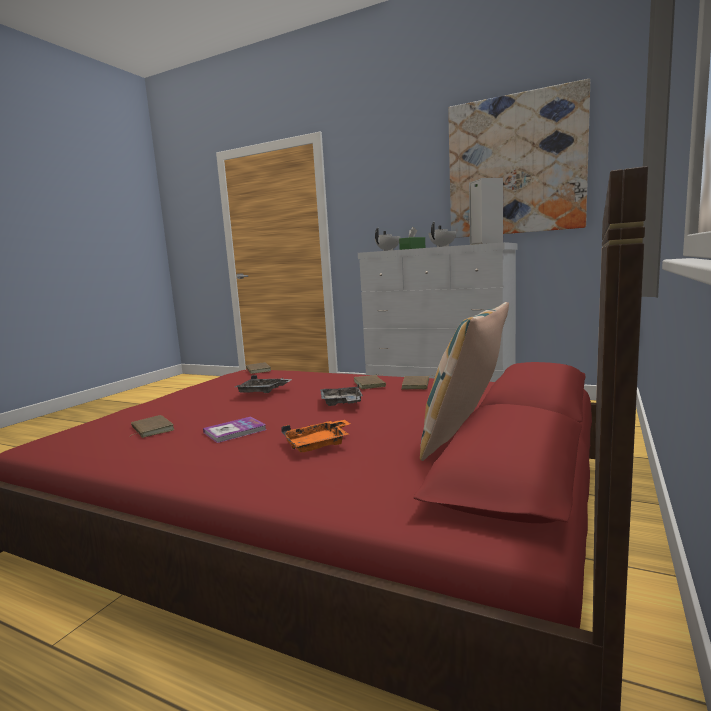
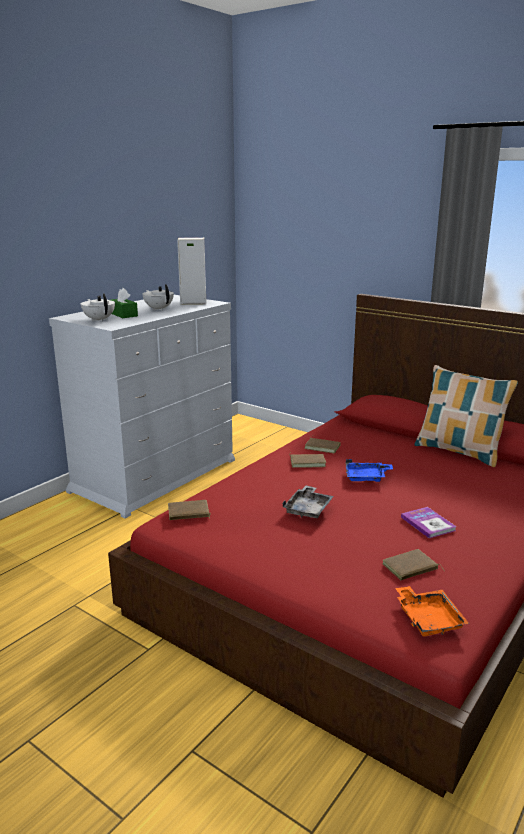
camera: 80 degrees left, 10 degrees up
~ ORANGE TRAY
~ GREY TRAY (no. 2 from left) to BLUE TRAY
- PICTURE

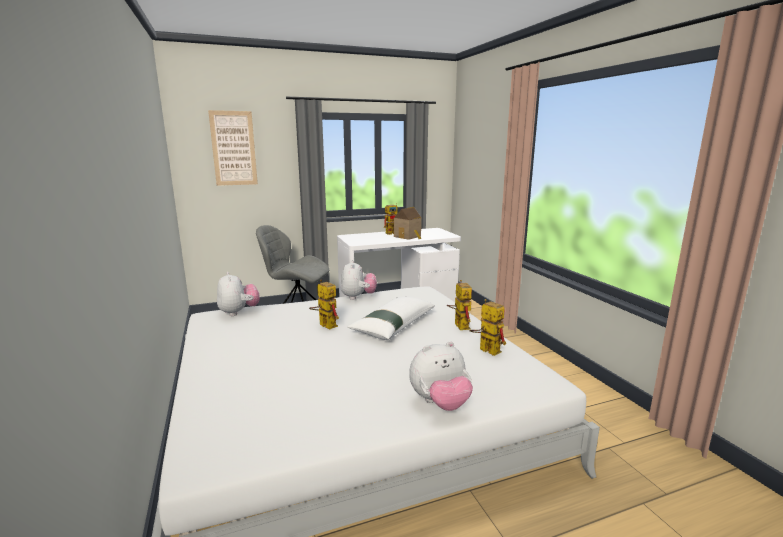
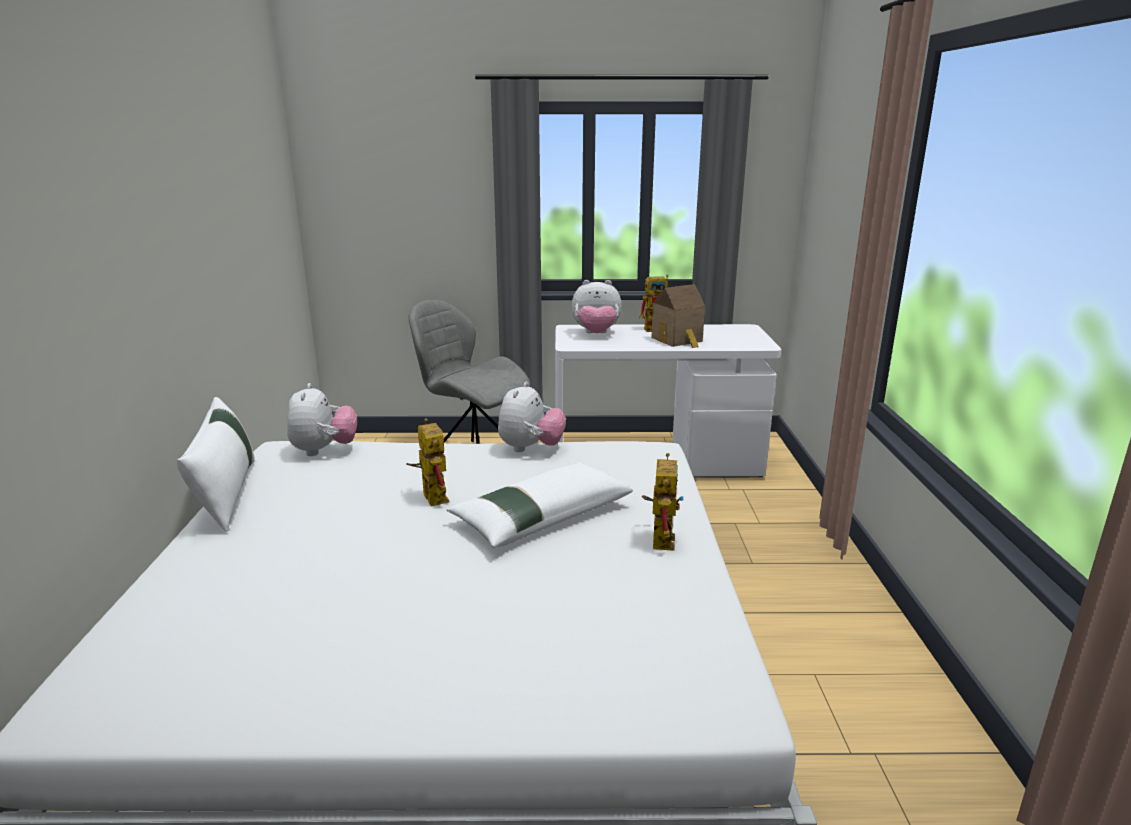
camera: 20 degrees right, 5 degrees up
- PICTURE
~ PLUSH TOY (no. 3 from left)
- TOY ROBOT (no. 4 from left)
+ WHITE PILLOW (no. 1 from left)

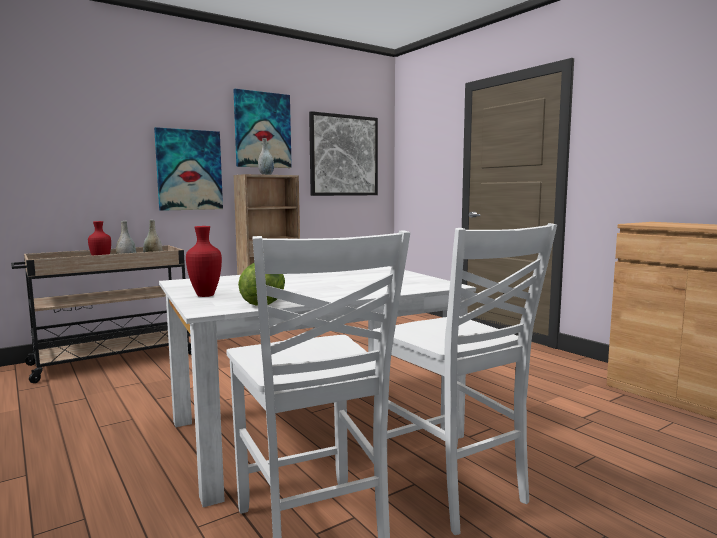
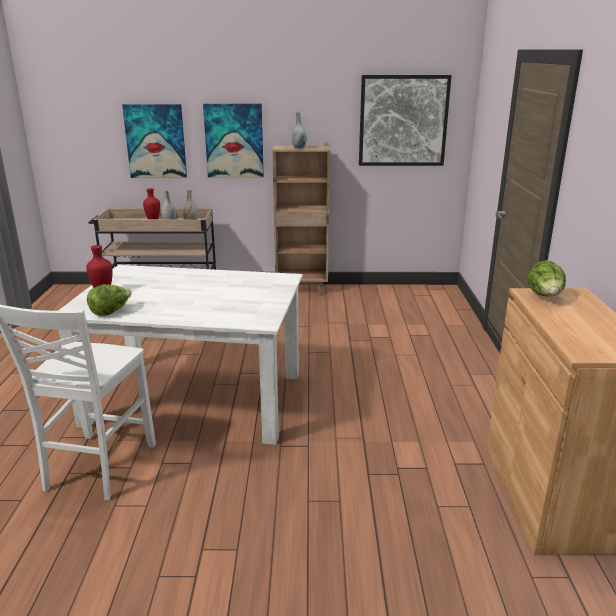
camera: 35 degrees right, 15 degrees up
~ PICTURE (no. 2 from left in the first image) to PICTURE (no. 1 from left)
- WHITE CHAIR (no. 2 from left)
+ LETTUCE (no. 2 from left)

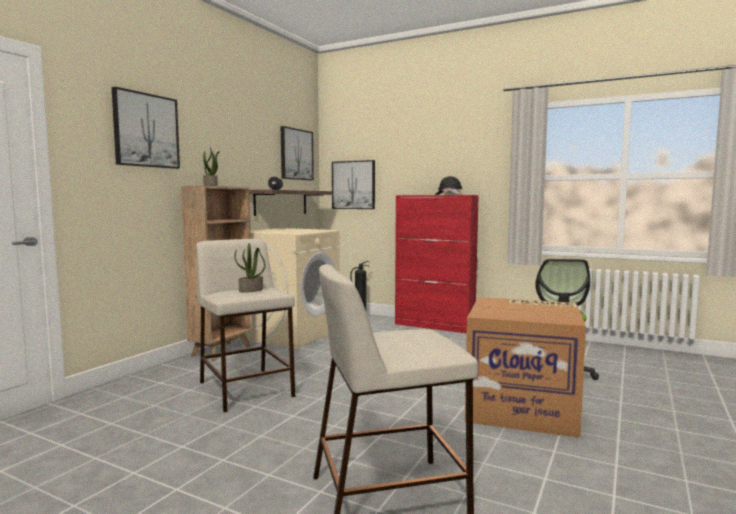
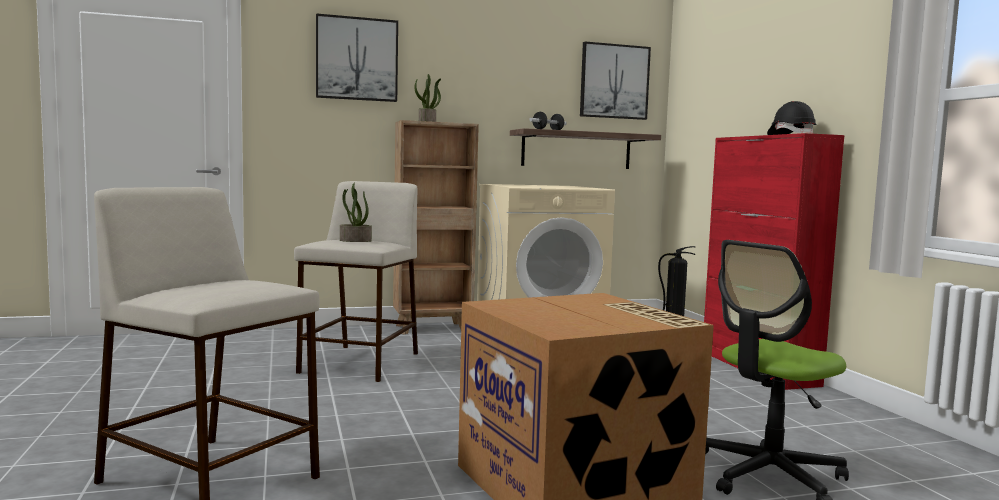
camera: 45 degrees right, 0 degrees up
- PICTURE (no. 3 from left)

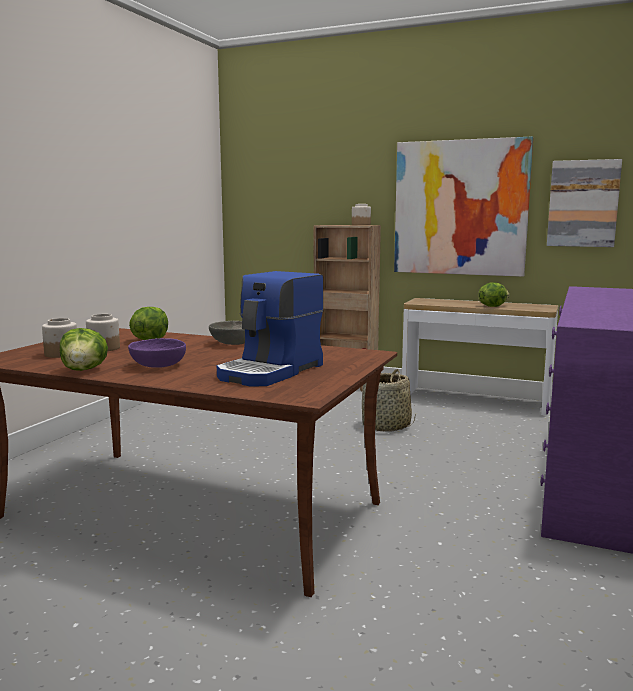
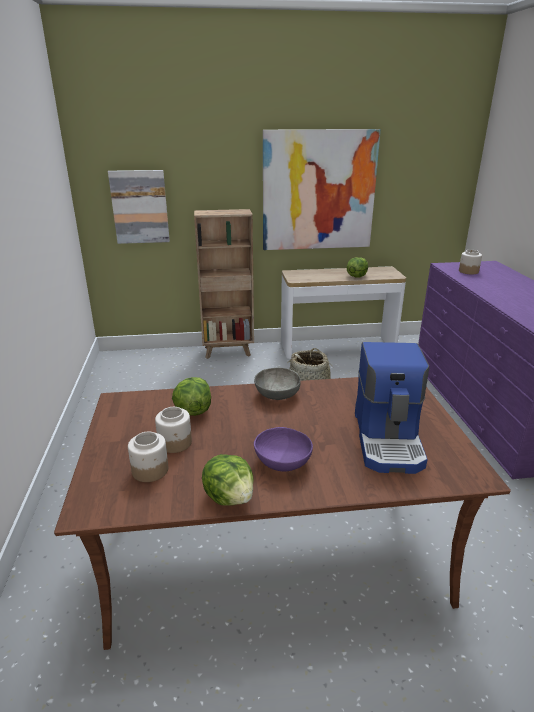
camera: 30 degrees left, 15 degrees up
~ JAR (no. 3 from left)
~ PICTURE (no. 2 from left in the first image) to PICTURE (no. 1 from left)

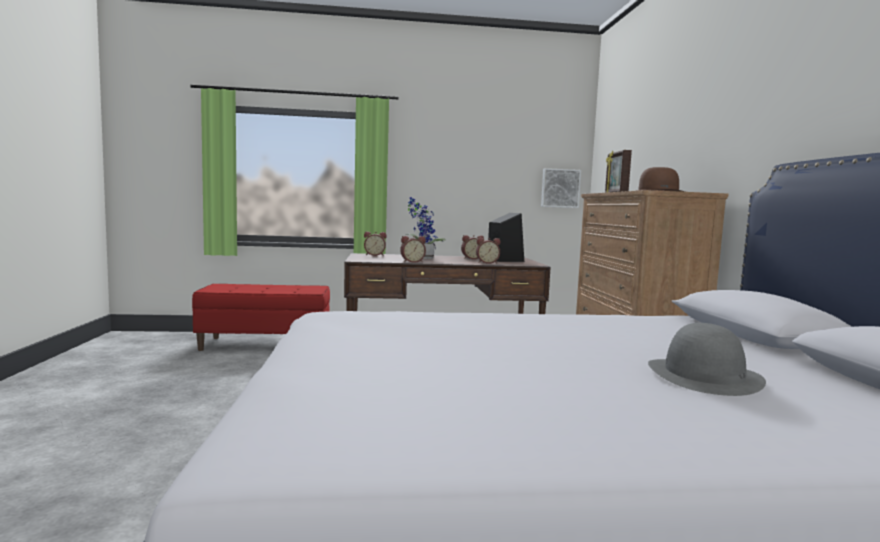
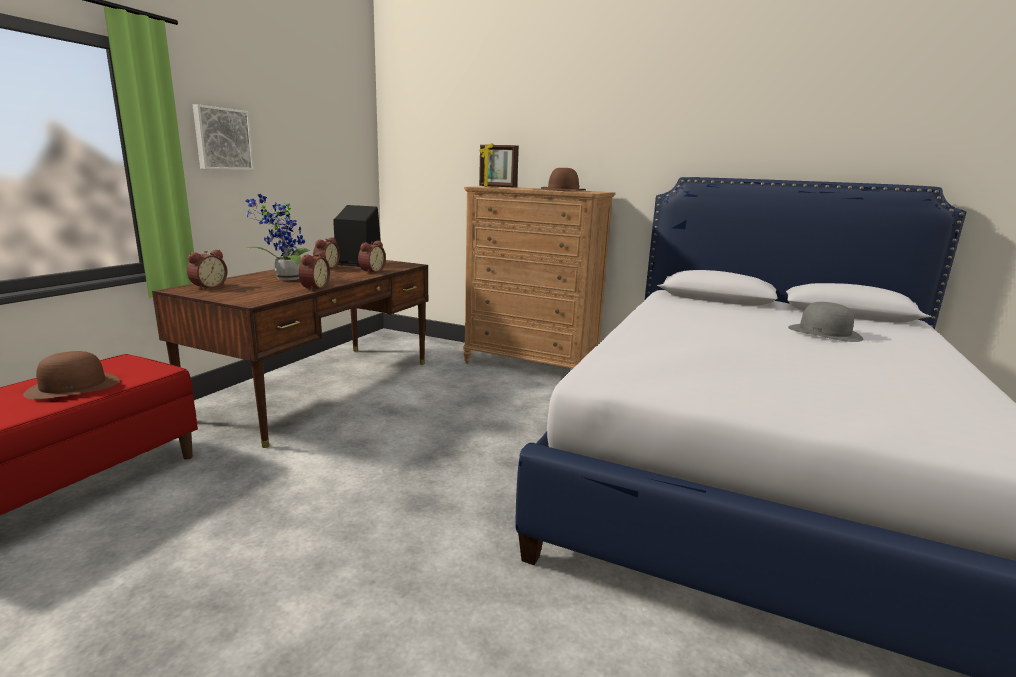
camera: 60 degrees left, 10 degrees up
~ PICTURE
+ BROWN HAT (no. 1 from left)

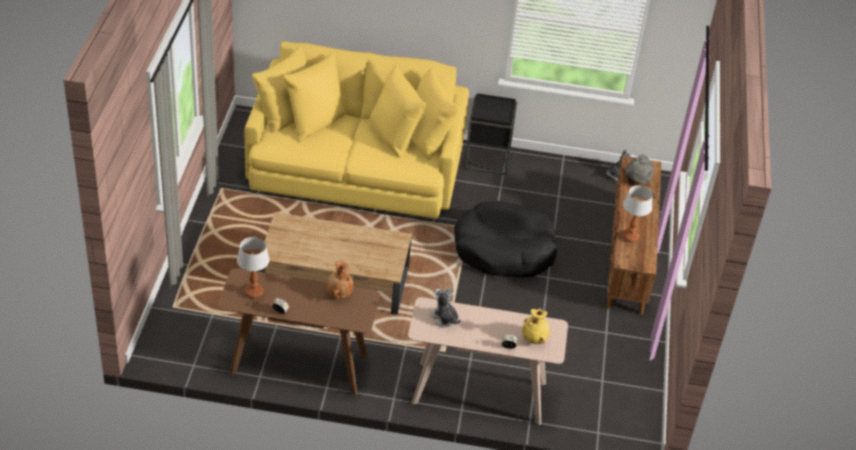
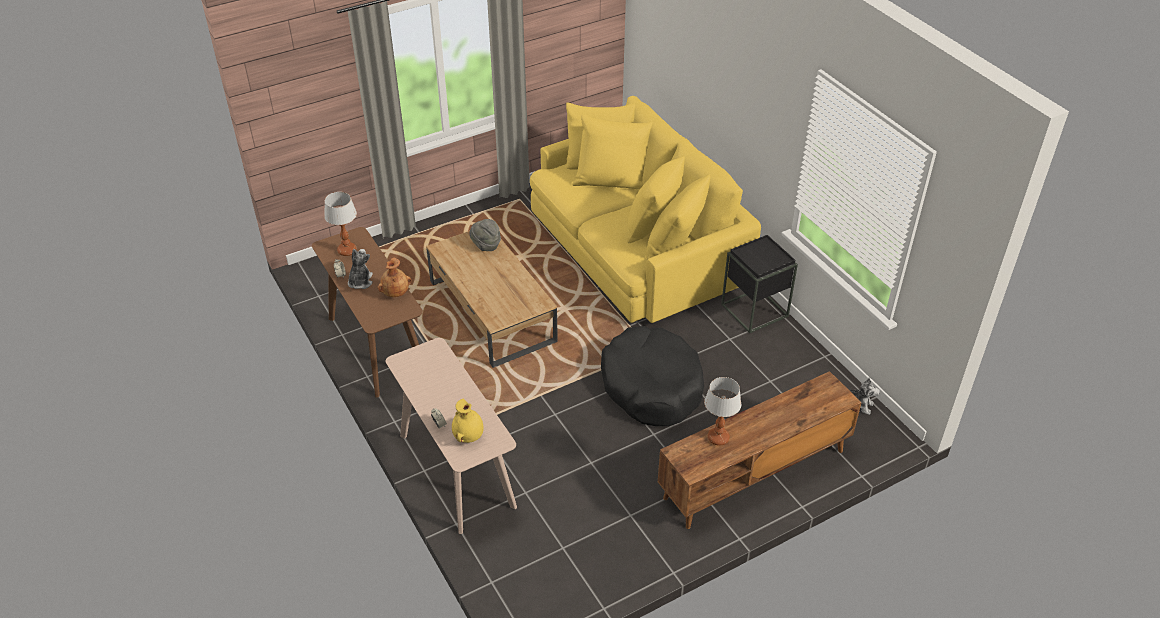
camera: 55 degrees right, 0 degrees up
~ PLUSH TOY (no. 1 from left)
~ GREY HAT

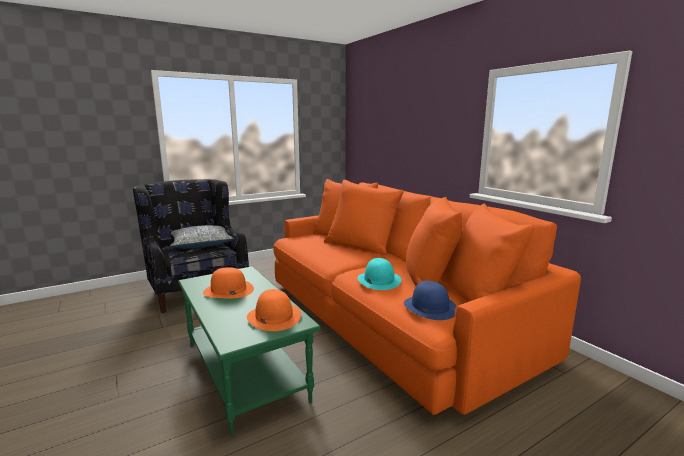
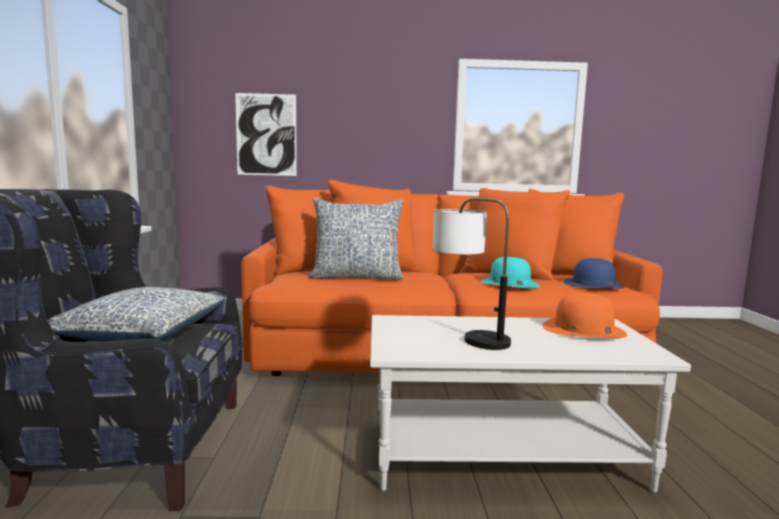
camera: 60 degrees left, 5 degrees down
~ GREEN COFFEE TABLE to WHITE COFFEE TABLE
~ ORANGE HAT (no. 1 from left) to TABLE LAMP
+ PICTURE
+ PILLOW (no. 2 from left)

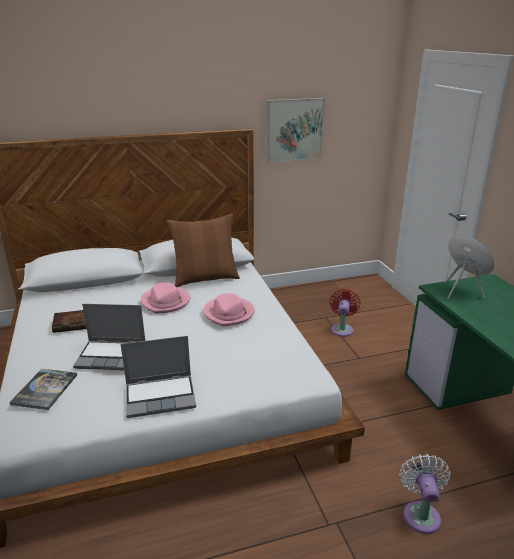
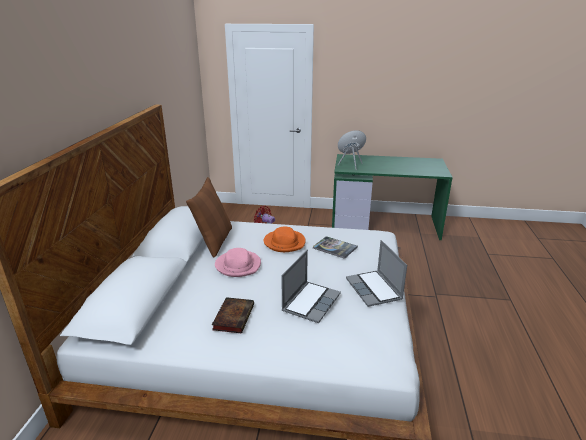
camera: 65 degrees left, 0 degrees up
~ BOOK (no. 1 from left in the first image) to BOOK (no. 2 from left)
~ LAPTOP (no. 2 from left) 150 degrees clockwise
~ PINK HAT (no. 2 from left) to ORANGE HAT
- PICTURE
- WHITE FAN

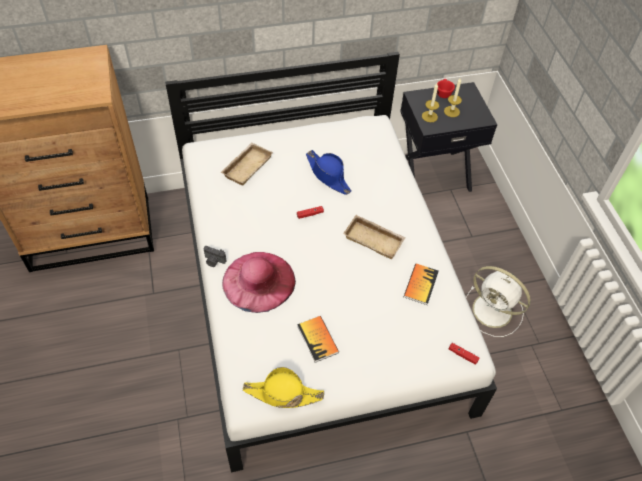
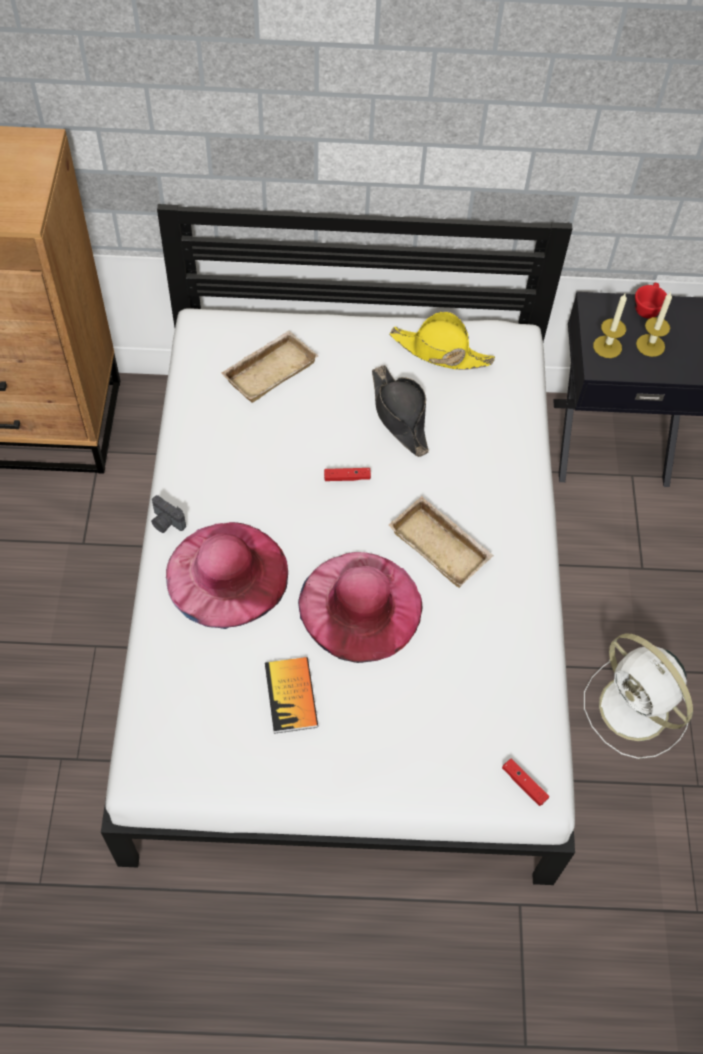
camera: 15 degrees right, 5 degrees up
~ YELLOW HAT
~ BLUE HAT to BLACK HAT
- BOOK (no. 2 from left)
+ PINK HAT (no. 2 from left)

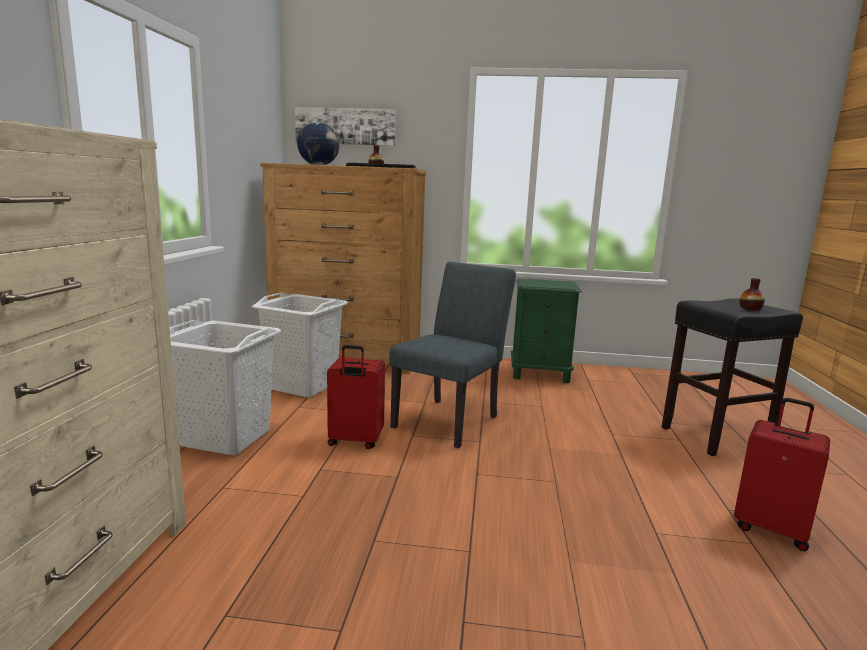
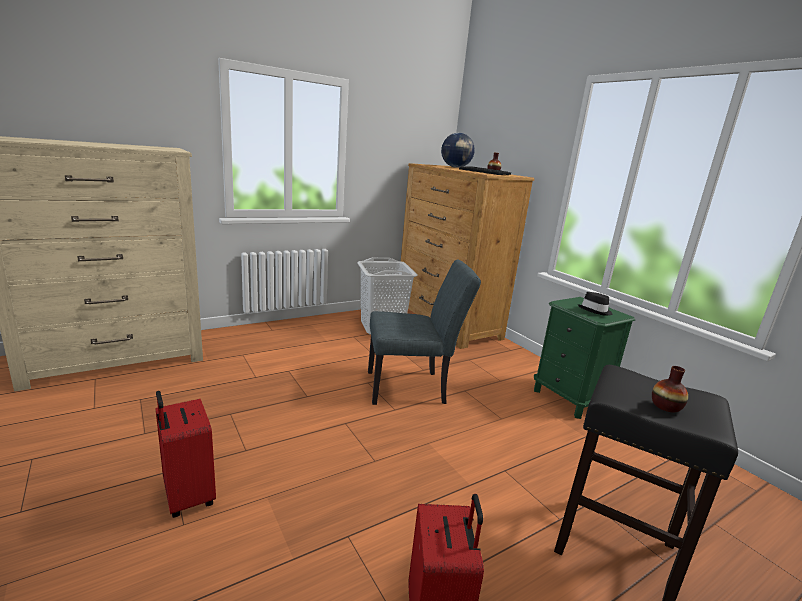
camera: 50 degrees right, 5 degrees up
- WHITE LAUNDRY BASKET (no. 1 from left)
- PICTURE
~ RED SUITCASE (no. 1 from left)
+ BLACK HAT

